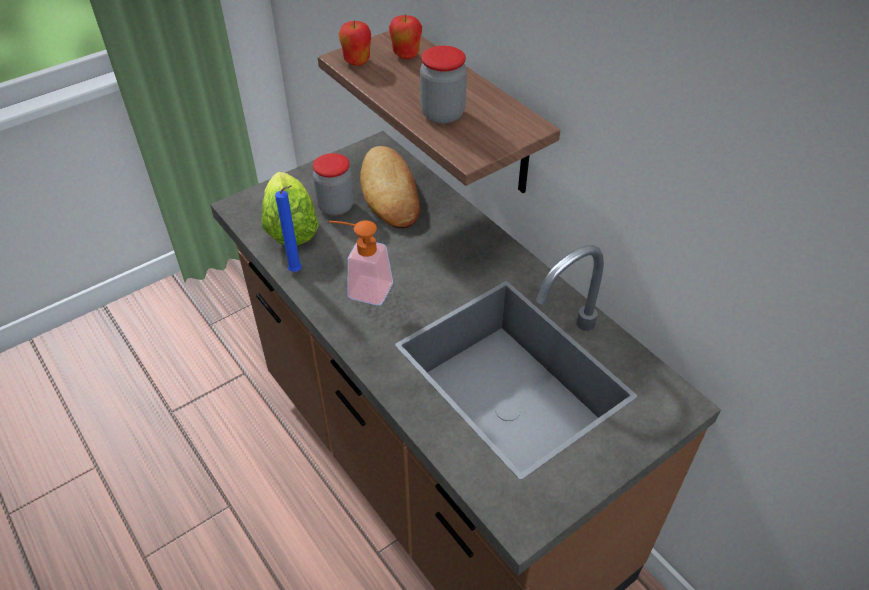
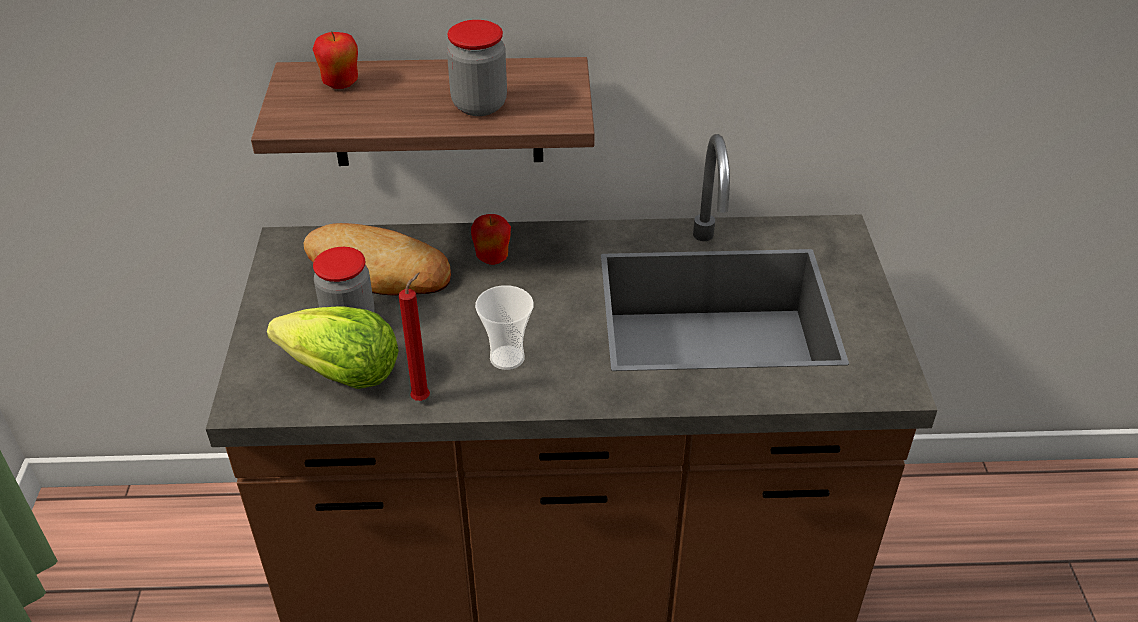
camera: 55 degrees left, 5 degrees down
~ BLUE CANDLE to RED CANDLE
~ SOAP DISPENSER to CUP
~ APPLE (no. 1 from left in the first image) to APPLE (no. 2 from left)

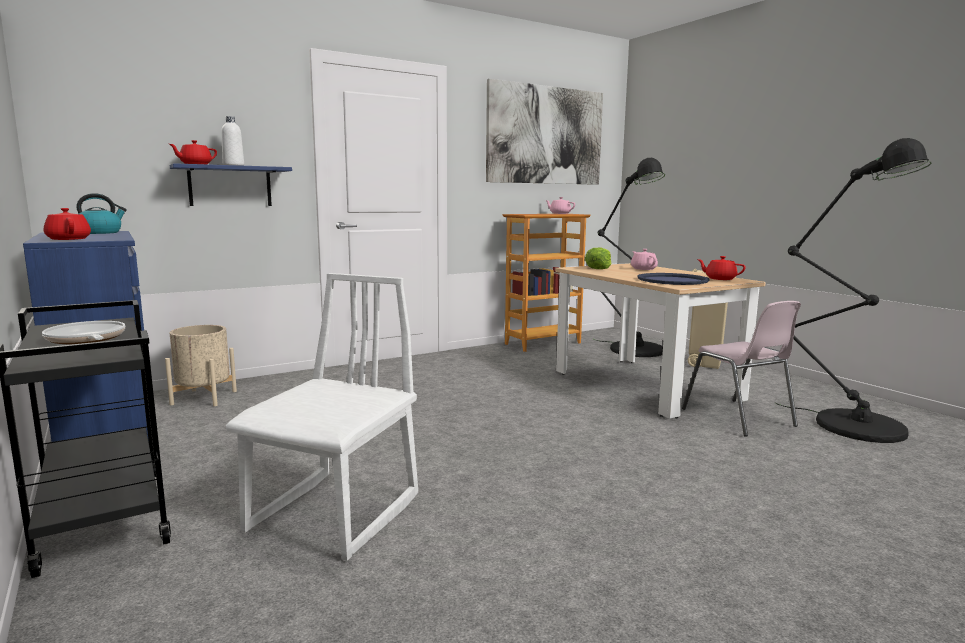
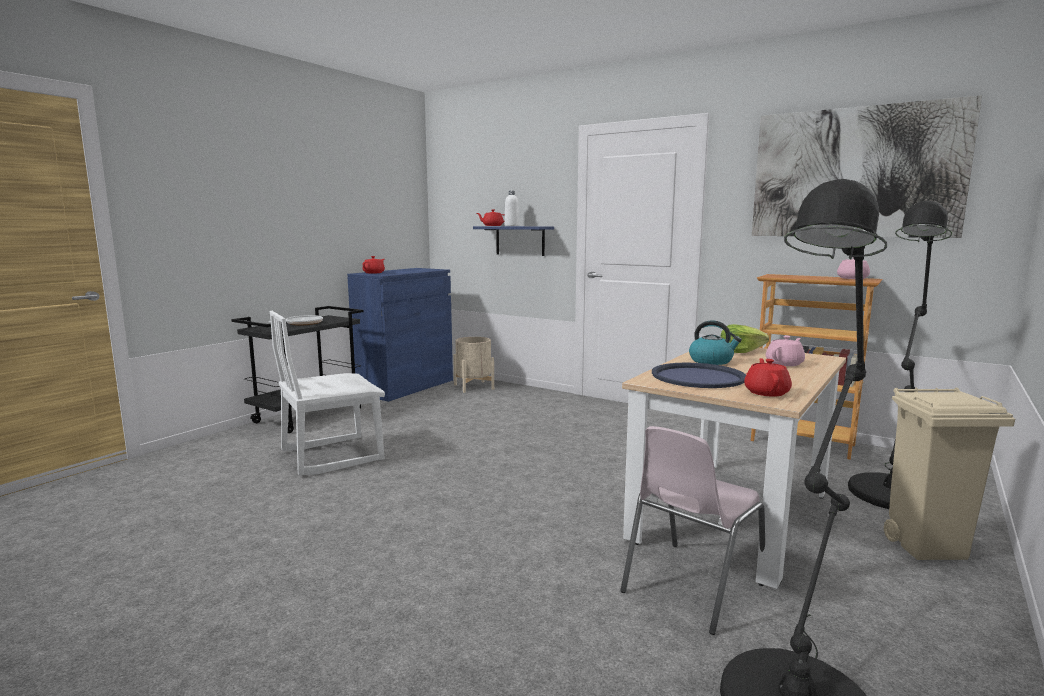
camera: 65 degrees right, 0 degrees up
~ KETTLE
~ WHITE CHAIR 150 degrees clockwise

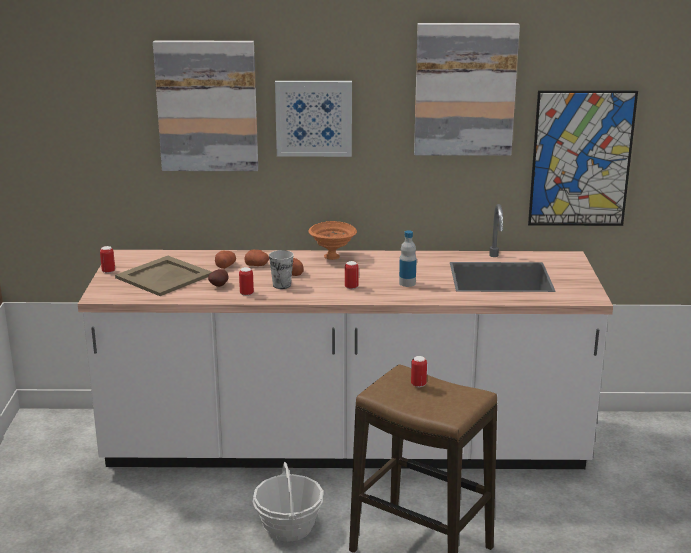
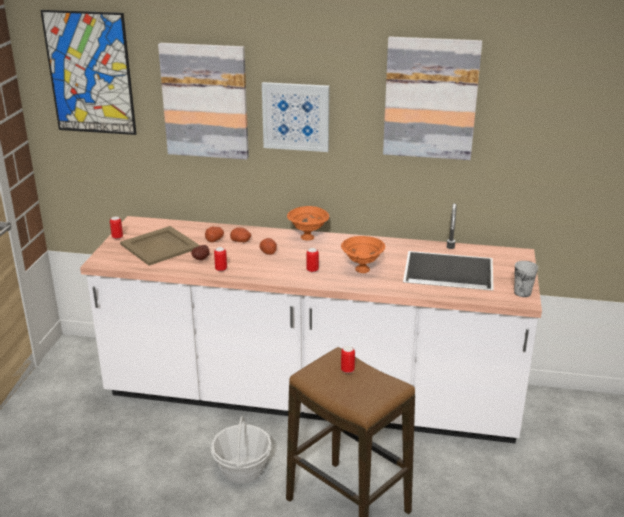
camera: 10 degrees right, 5 degrees up
~ CUP
~ BOTTLE to ORANGE BOWL (no. 2 from left)
~ PICTURE (no. 4 from left in the first image) to PICTURE (no. 1 from left)

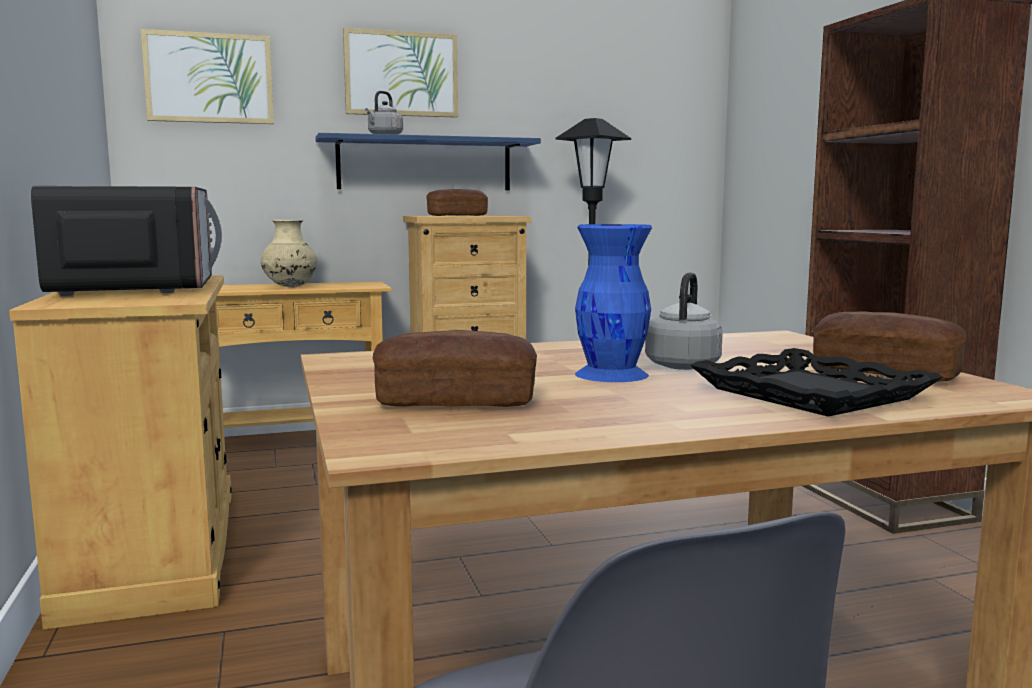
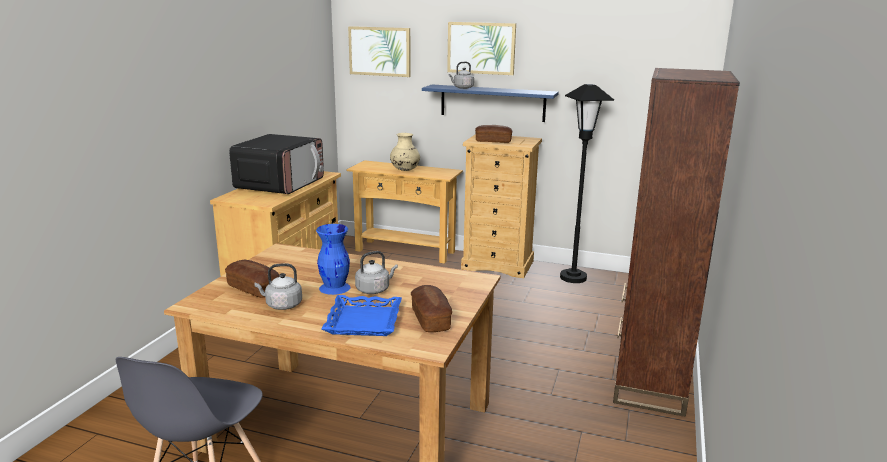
camera: 35 degrees right, 10 degrees up
~ BLACK TRAY to BLUE TRAY
+ GREY KETTLE (no. 1 from left)

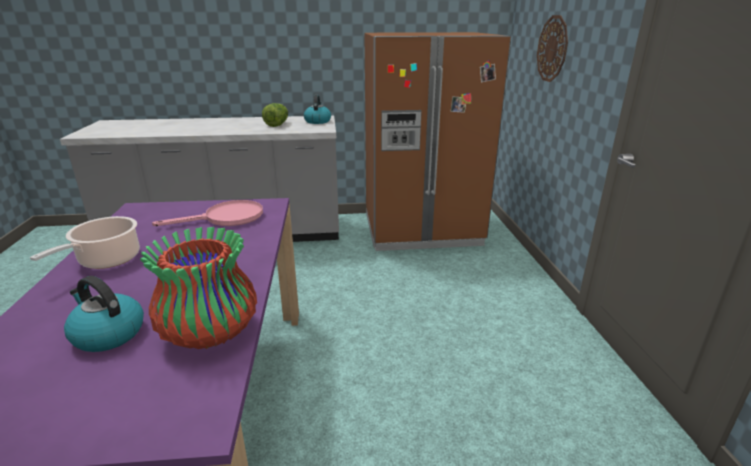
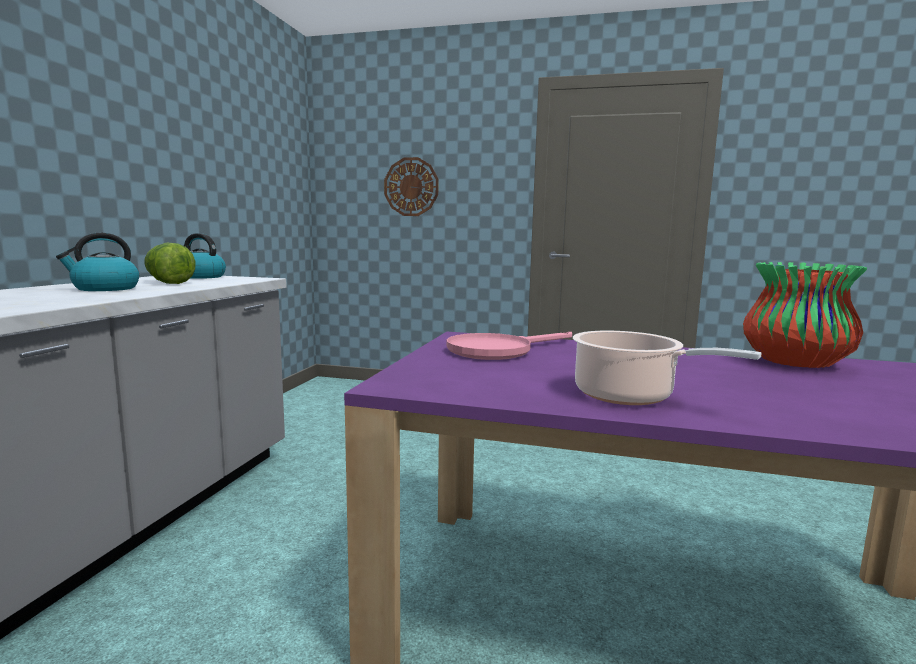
camera: 70 degrees left, 15 degrees down
~ KETTLE (no. 1 from left)
~ PINK FRYING PAN 120 degrees counterclockwise
- BROWN FRIDGE

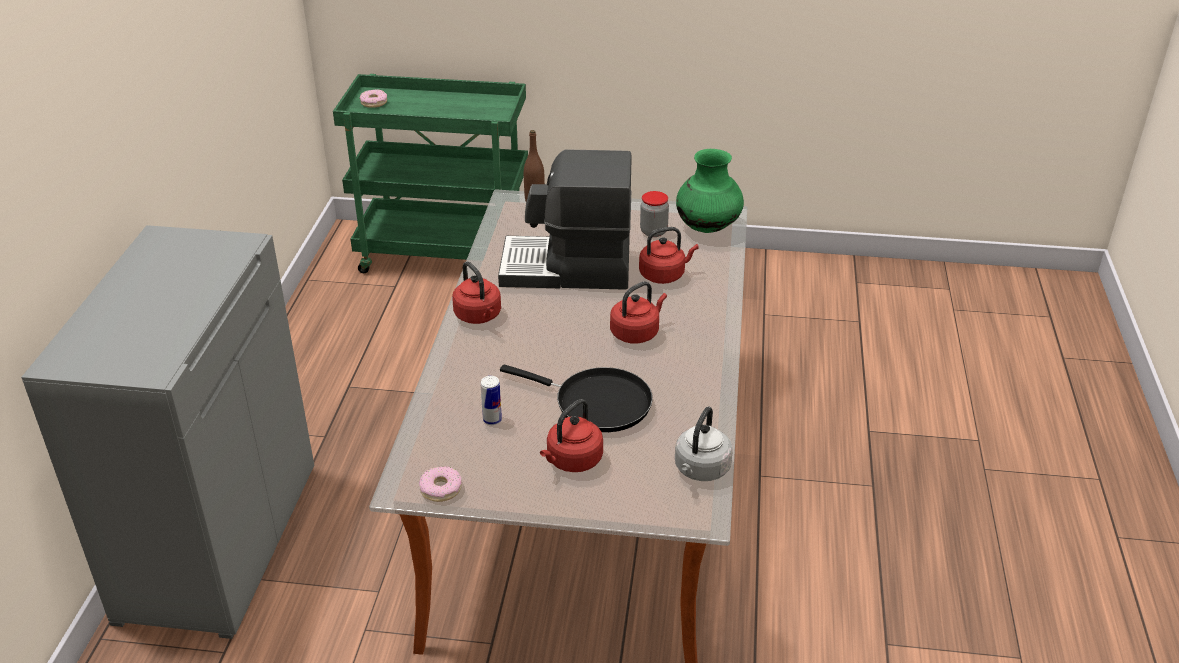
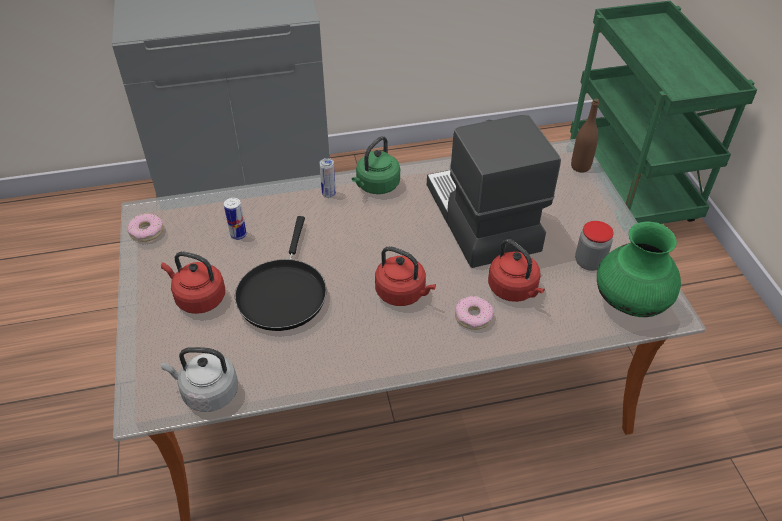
camera: 70 degrees right, 10 degrees up
~ DONUT (no. 1 from left in the first image) to DONUT (no. 2 from left)
~ RED KETTLE (no. 1 from left) to GREEN KETTLE
+ CAN (no. 2 from left)

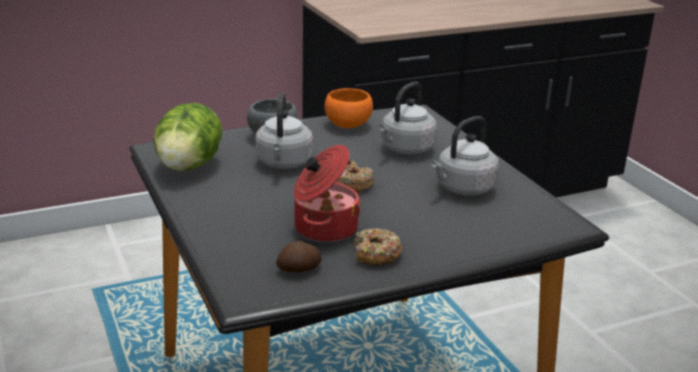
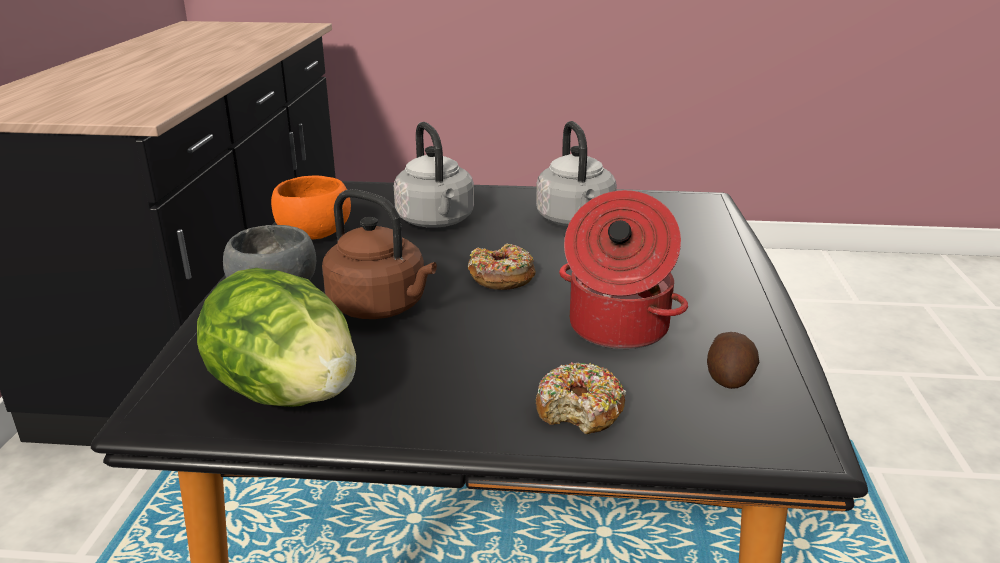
camera: 60 degrees left, 0 degrees up
~ GREY KETTLE (no. 1 from left) to BROWN KETTLE
~ DONUT (no. 2 from left)

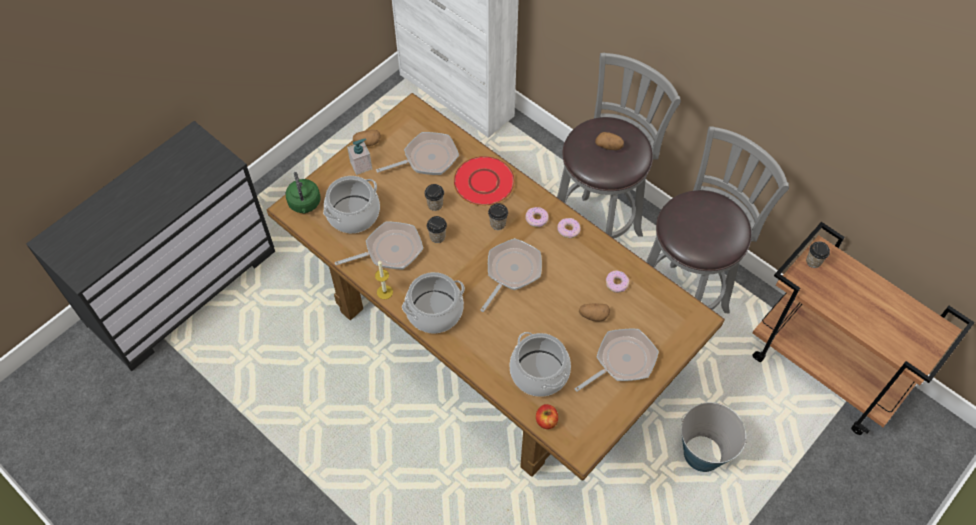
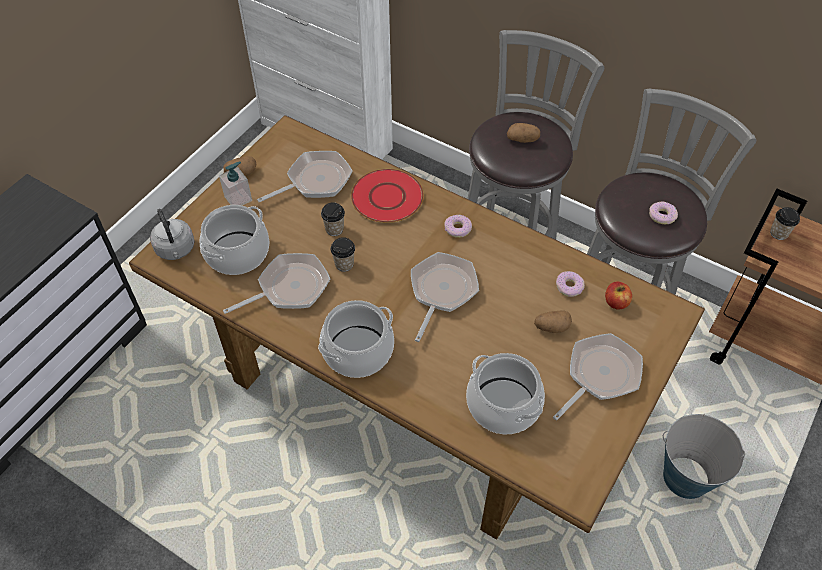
camera: 10 degrees left, 5 degrees down
~ GREEN KETTLE to GREY KETTLE
- CANDLE
- CUP (no. 3 from left)
~ APPLE
~ DONUT (no. 2 from left in the first image) to DONUT (no. 3 from left)

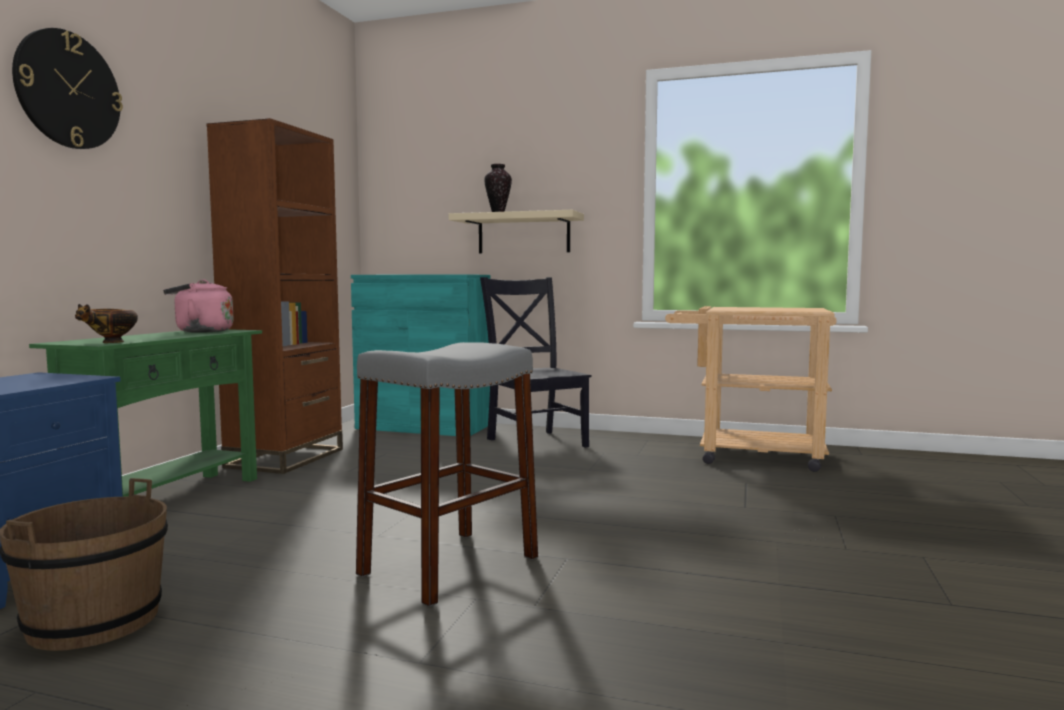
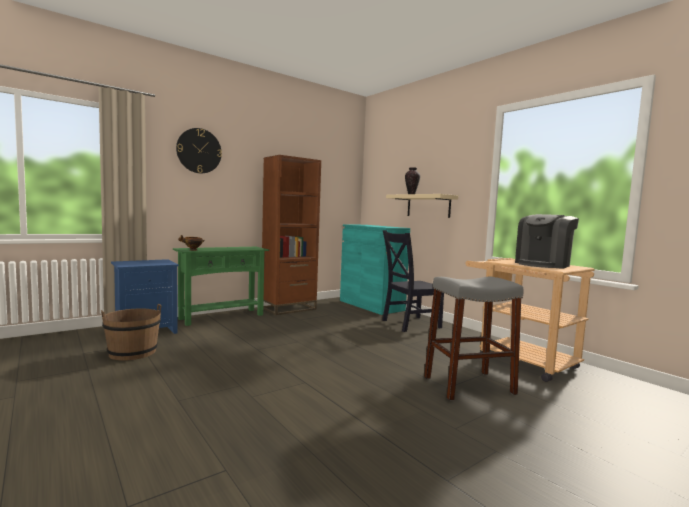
camera: 35 degrees right, 0 degrees up
- PINK KETTLE
~ GREY STOOL
~ BLACK CHAIR 120 degrees counterclockwise
+ COFFEE MACHINE

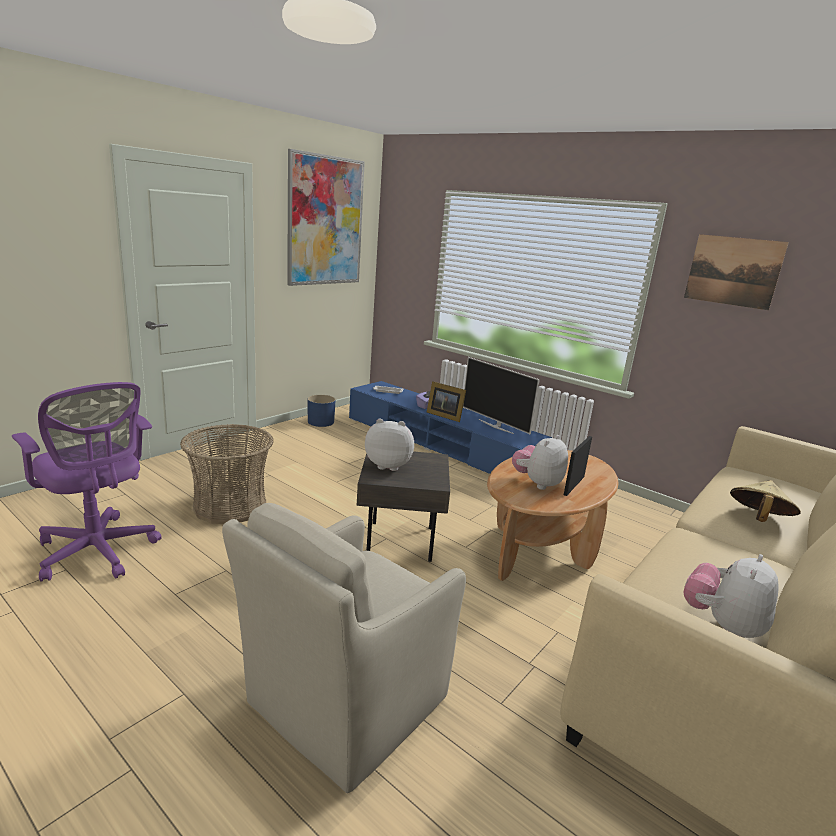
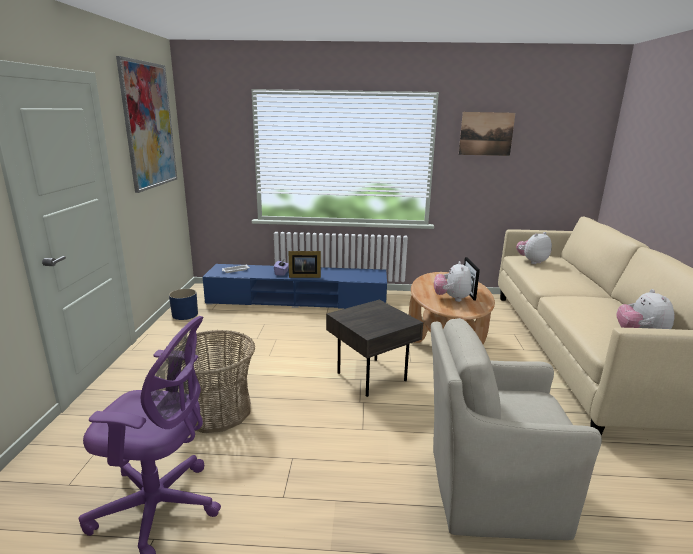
camera: 35 degrees left, 0 degrees up
~ BEIGE ARMCHAIR 90 degrees clockwise
~ PLUSH TOY (no. 1 from left in the first image) to PLUSH TOY (no. 2 from left)
- TELEVISION
- BEIGE HAT

